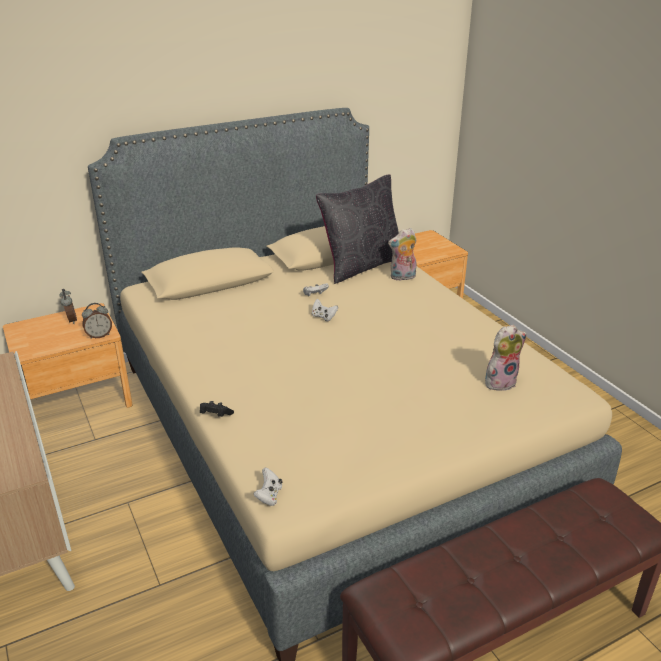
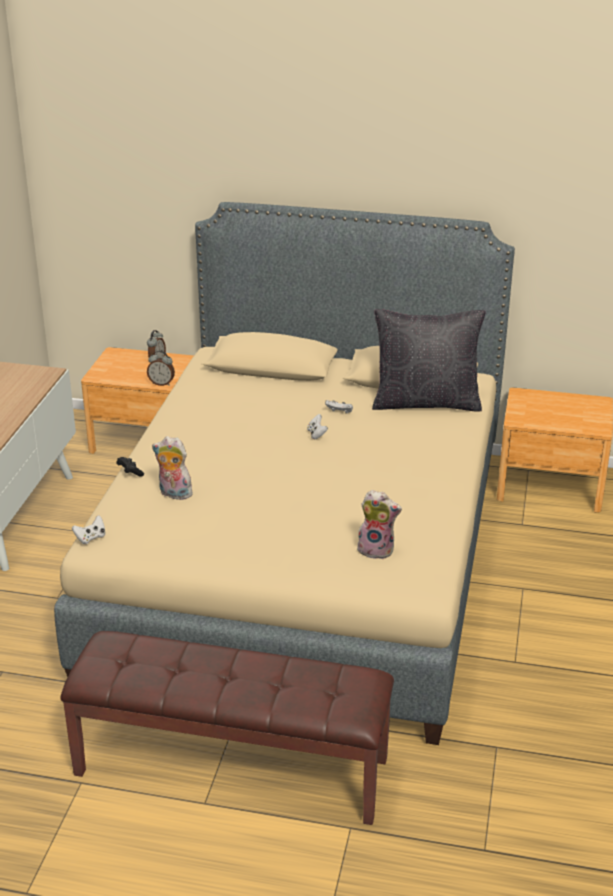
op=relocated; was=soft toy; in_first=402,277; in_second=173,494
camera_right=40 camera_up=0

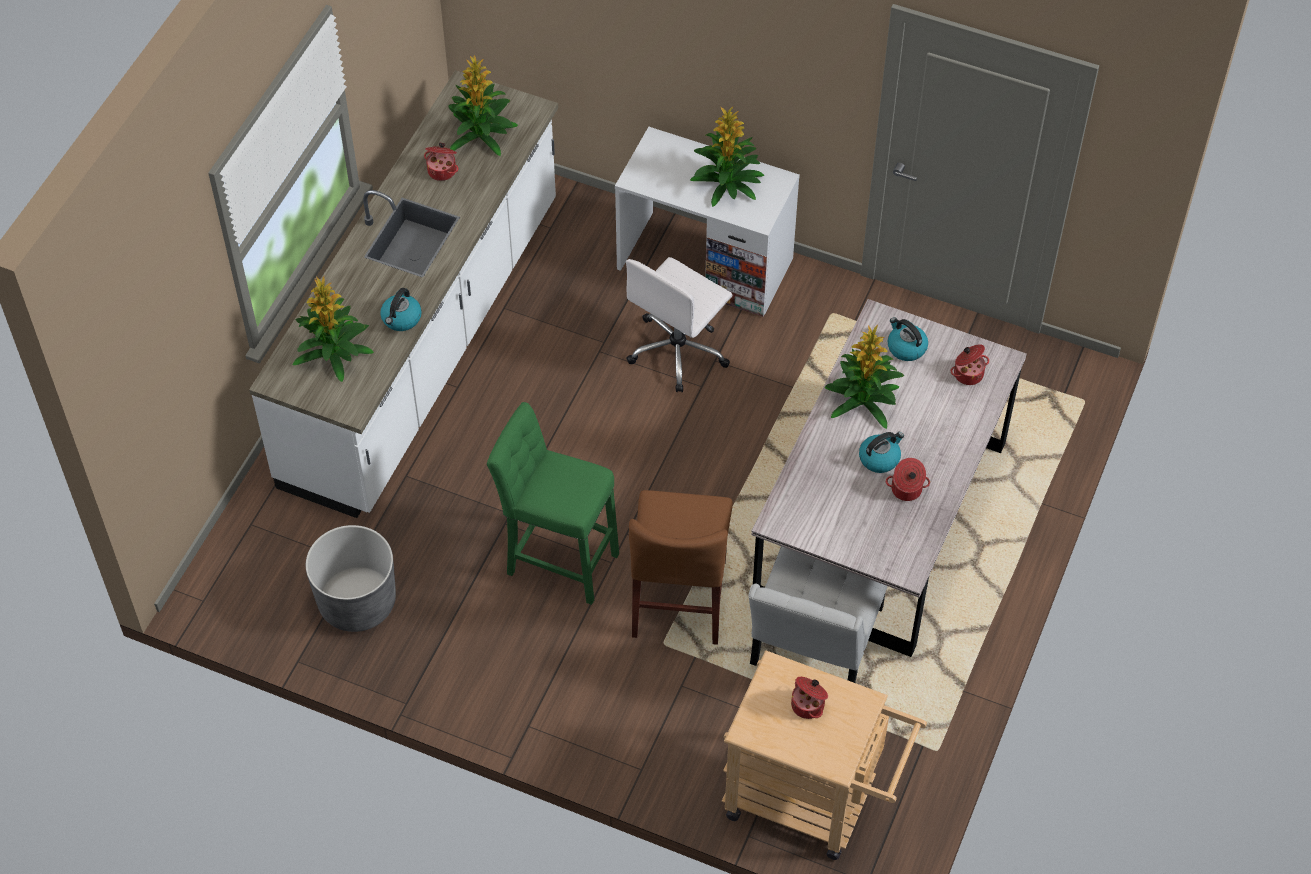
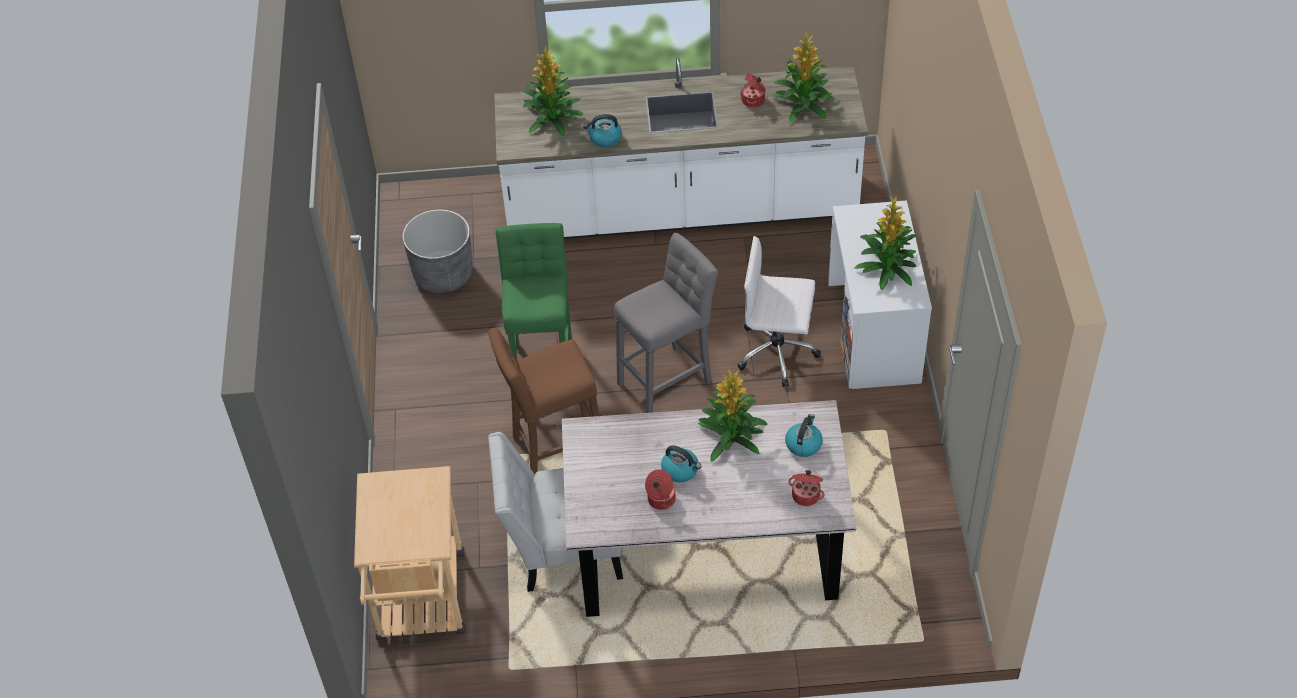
op=exchanged; was=plain chair/brownish; now=stool seat/brownish; in_first=679,598; in_second=553,448
op=appeared; now=stool seat/grey; in_second=668,379
op=missing; was=cooking pot; in_first=808,704
camera_right=65 camera_up=-5

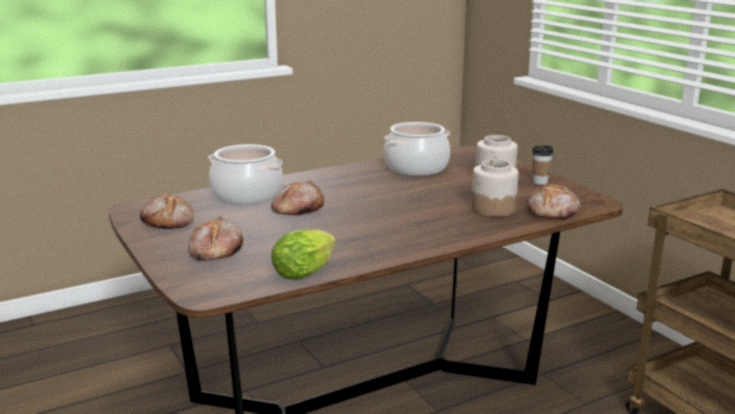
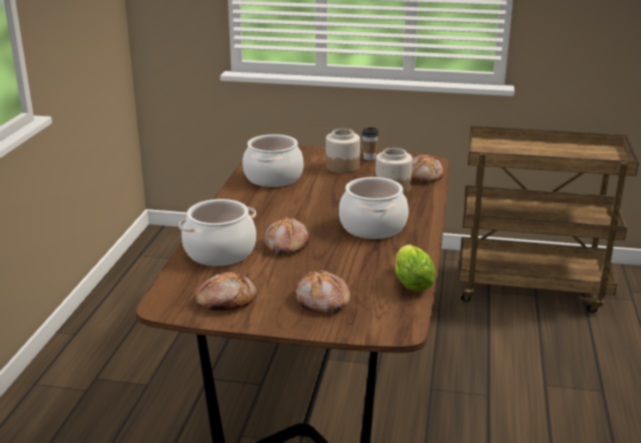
op=appeared; now=cooking pot; in_second=373,227
camera_right=-50 camera_up=5

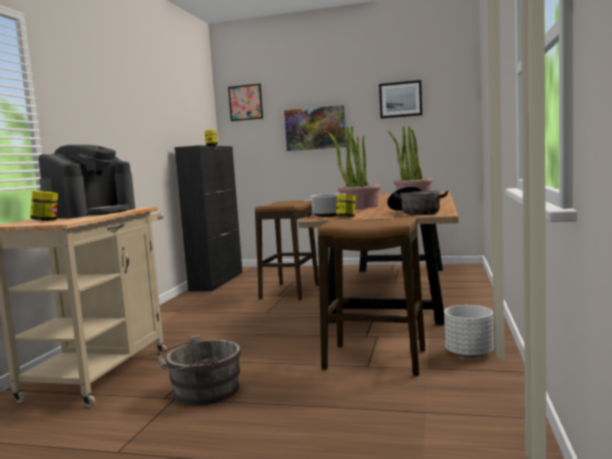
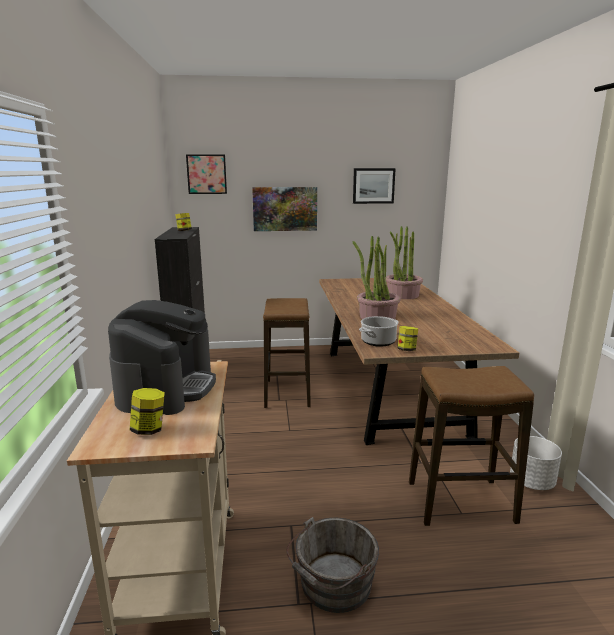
op=missing; was=cooking pot; in_first=415,212
camera_right=-20 camera_up=10

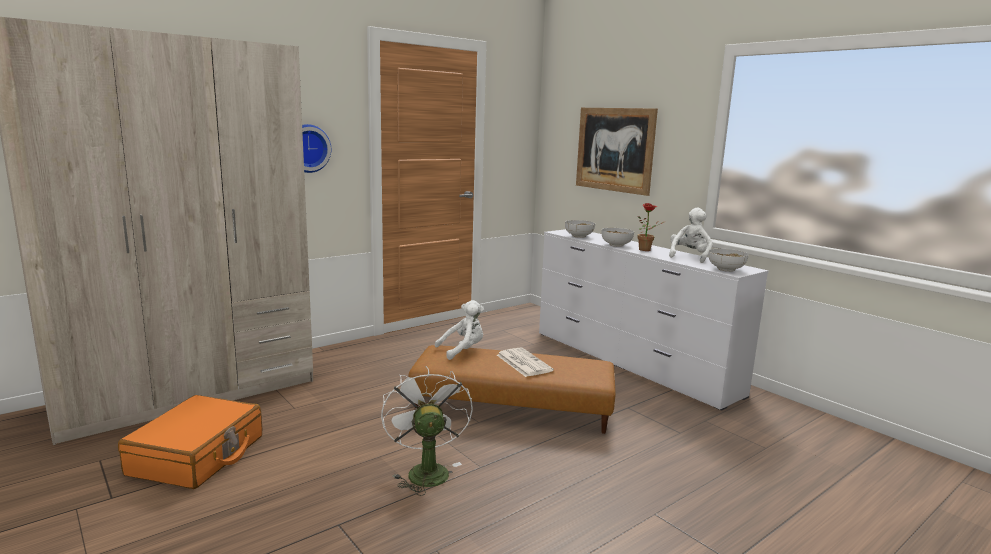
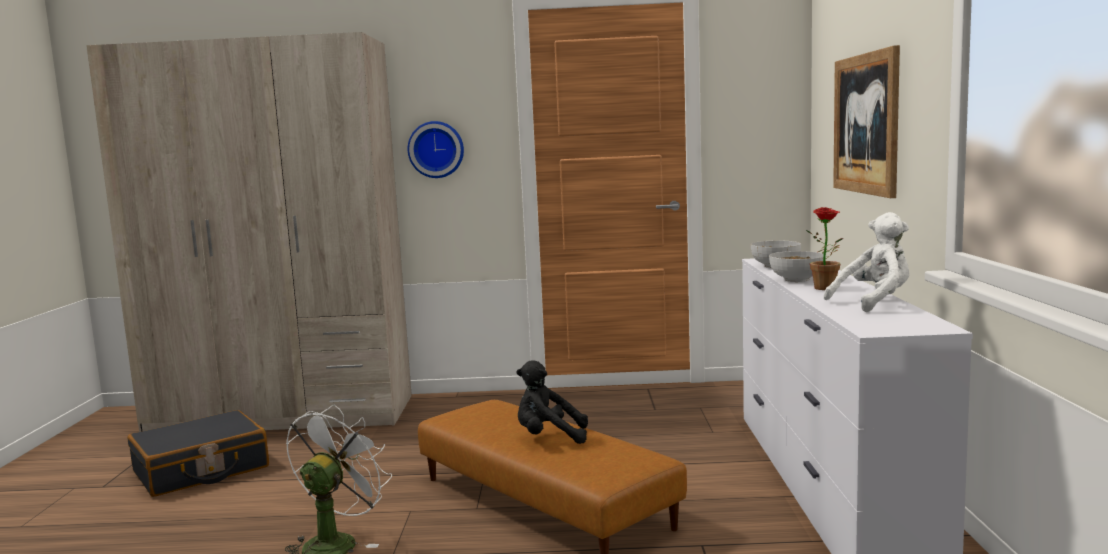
op=colour; was=piece of luggage/orange; now=piece of luggage/blackish; in_first=197,456; in_second=201,470
op=exchanged; was=newspaper; now=soft toy/blackish; in_first=523,363; in_second=549,437
op=missing; was=soft toy/white; in_first=463,350
op=missing; was=bowl; in_first=726,269
camera_right=40 camera_up=-5

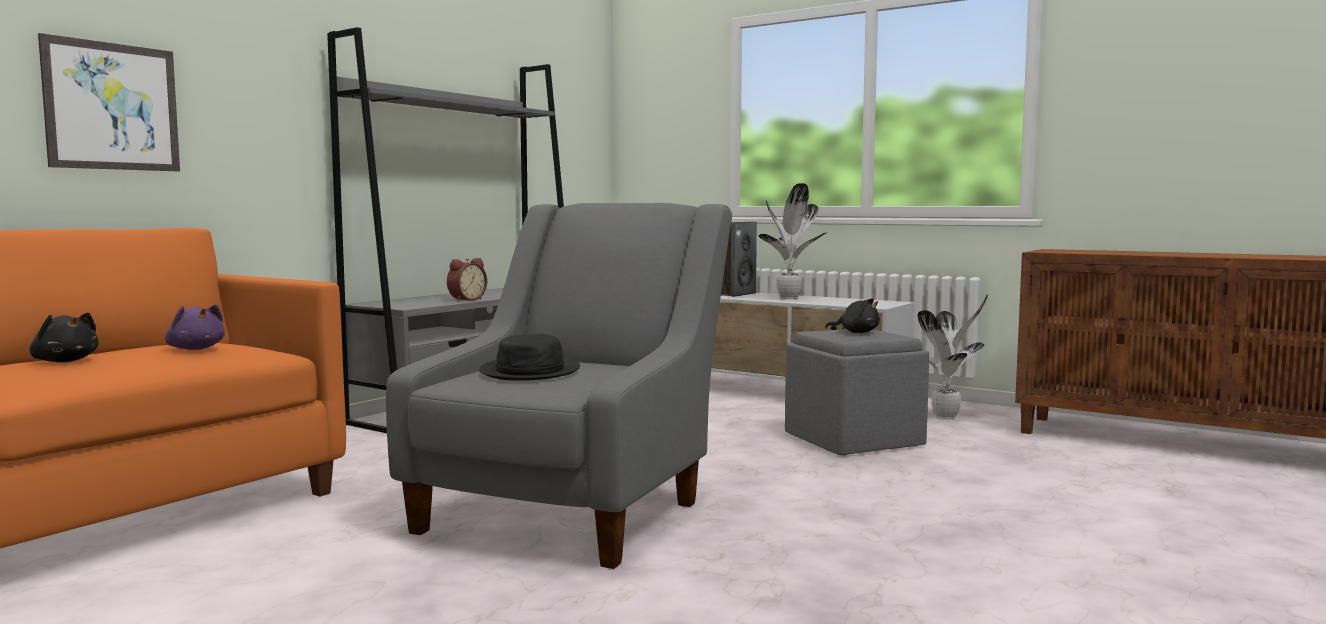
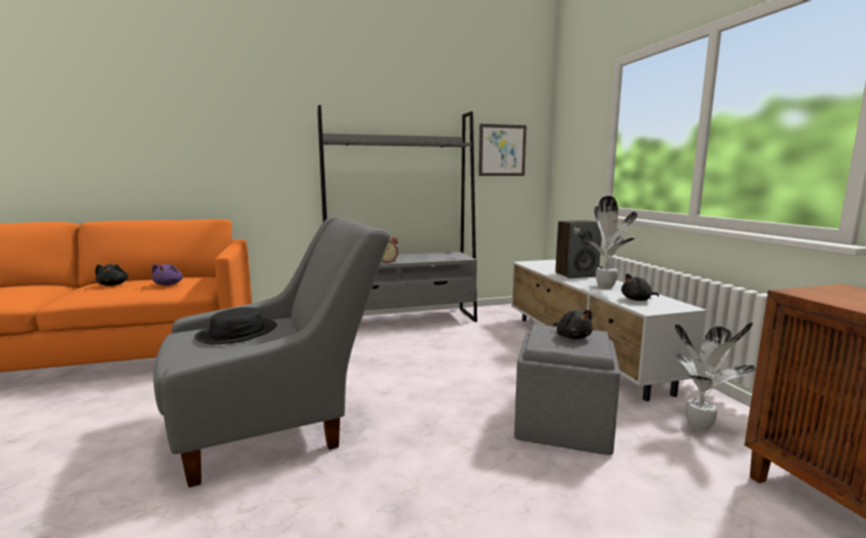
op=relocated; was=picture; in_first=112,106; in_second=502,150
op=appeared; now=soft toy/blackish; in_second=637,300
camera_right=40 camera_up=5

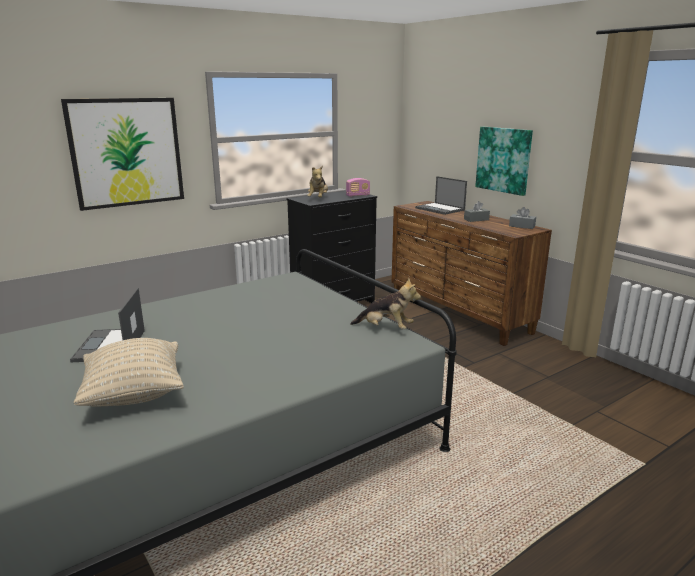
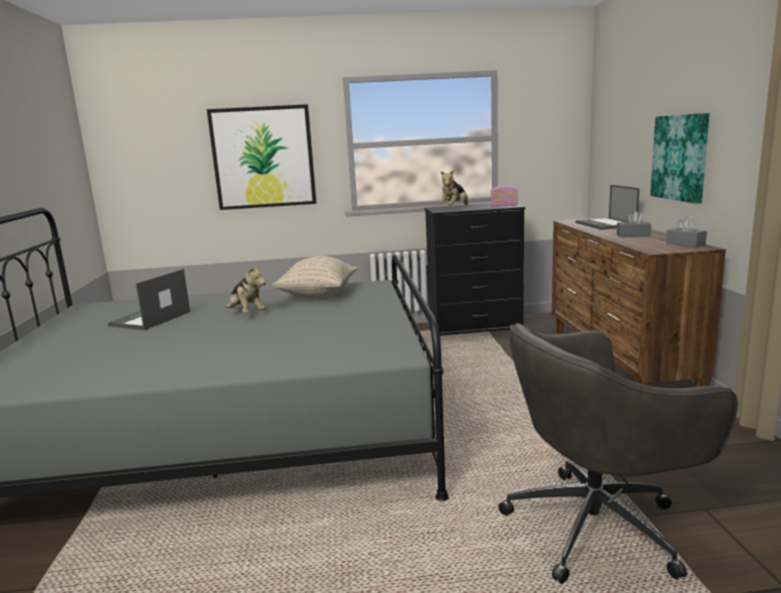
op=relocated; was=soft toy; in_first=385,328; in_second=246,313
op=relocated; was=pillow/beige-coloured; in_first=134,394; in_second=318,295
op=appeared; now=computer chair/grey; in_second=598,525
camera_right=30 camera_up=-5

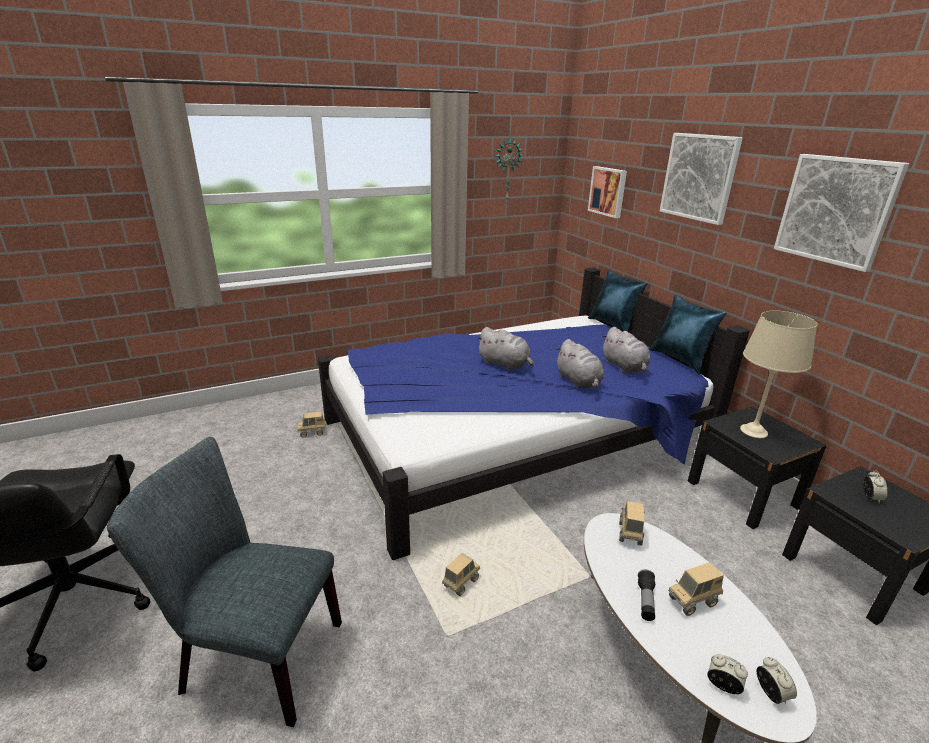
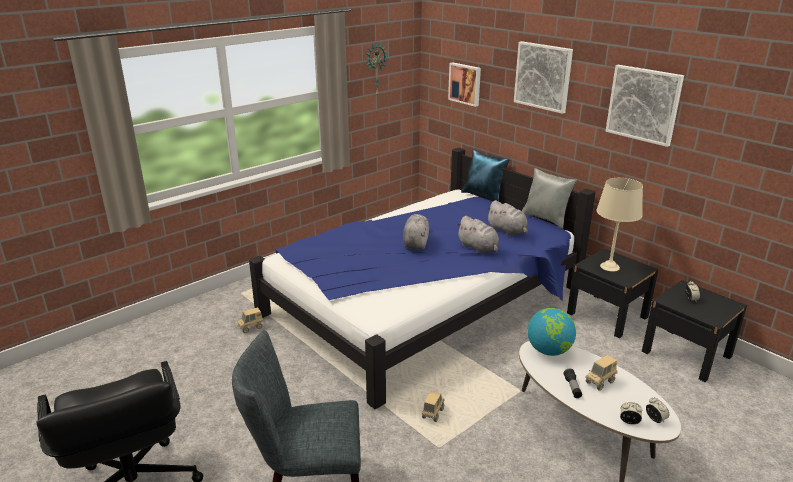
op=spun; was=soft toy/grey; in_first=505,364; in_second=415,243; clockwise=-105
op=colour; was=pillow/blue; now=pillow/grey; in_first=680,359; in_second=546,219
op=exchanged; was=model truck; now=desk globe; in_first=630,533; in_second=549,351
camera_right=-15 camera_up=0

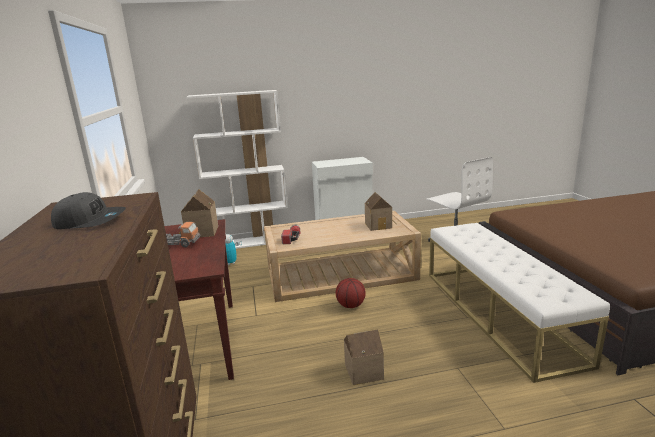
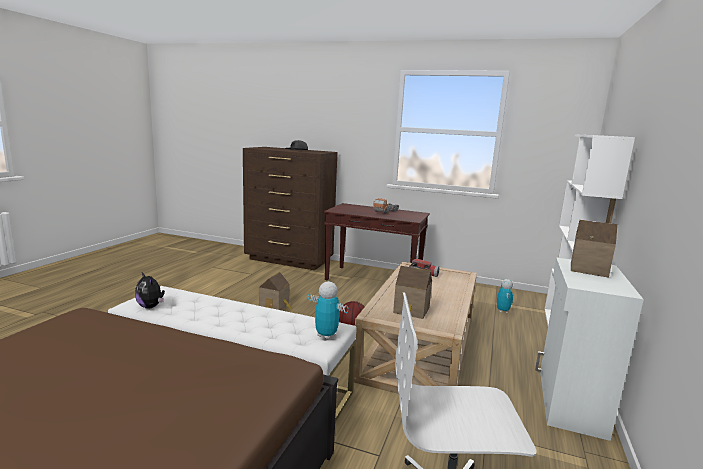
op=appeared; now=soft toy; in_second=151,307
op=appeared; now=model robot; in_second=326,335
op=relocated; was=model house; in_first=200,232; in_second=588,269
camera_right=120 camera_up=-5

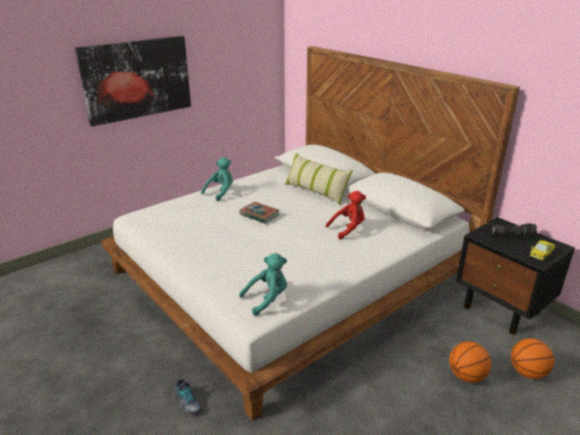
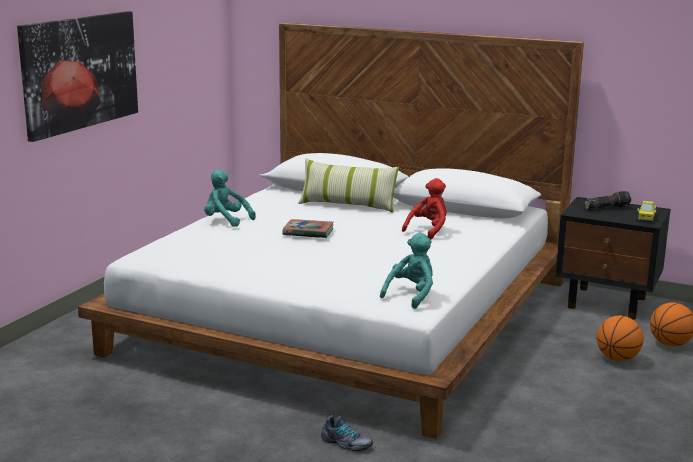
op=spun; was=soft toy/blue-green; in_first=220,192; in_second=226,220; clockwise=-75
camera_right=-25 camera_up=-10

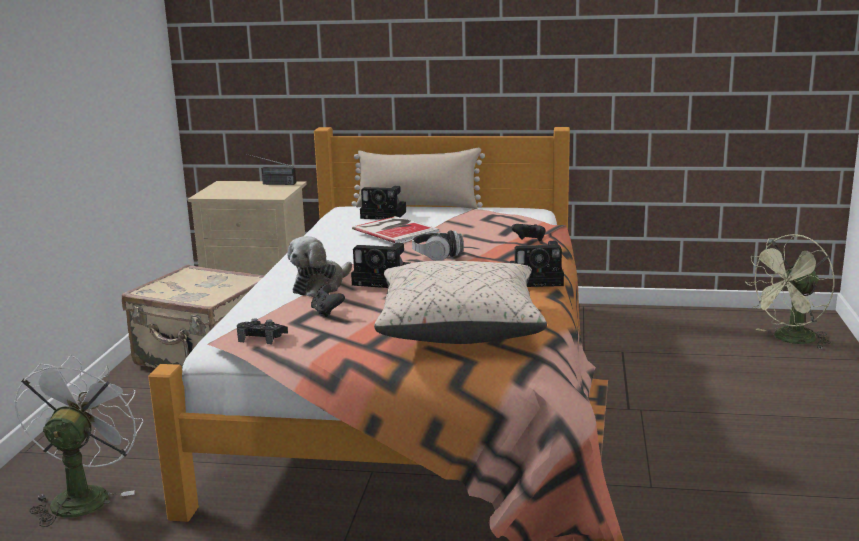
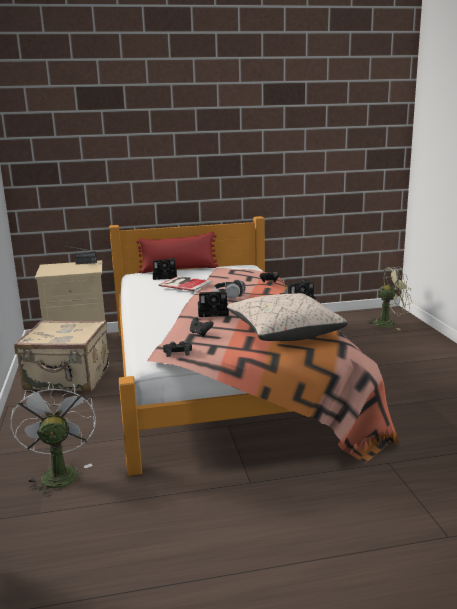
op=colour; was=pillow/beige-coloured; now=pillow/red; in_first=417,206; in_second=179,269
op=spun; was=electric fan/green; in_first=789,340; in_second=389,323; clockwise=-135
op=missing; was=soft toy; in_first=320,286
camera_right=-20 camera_up=0

